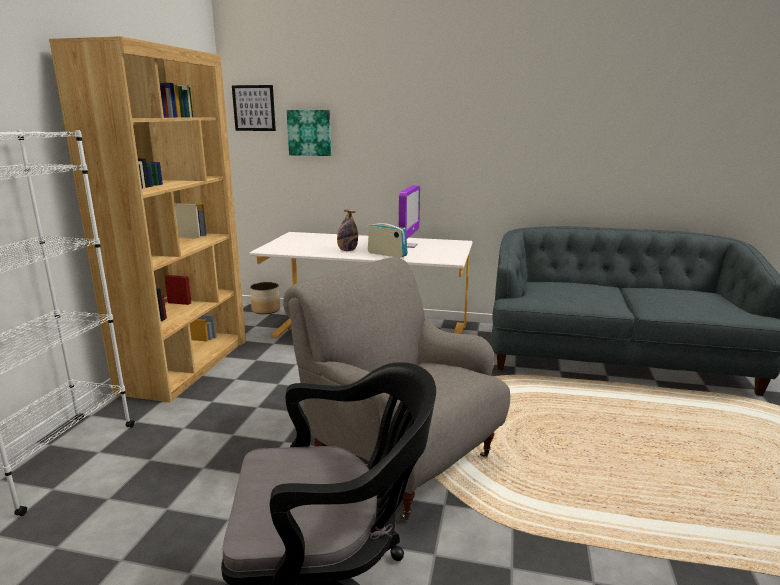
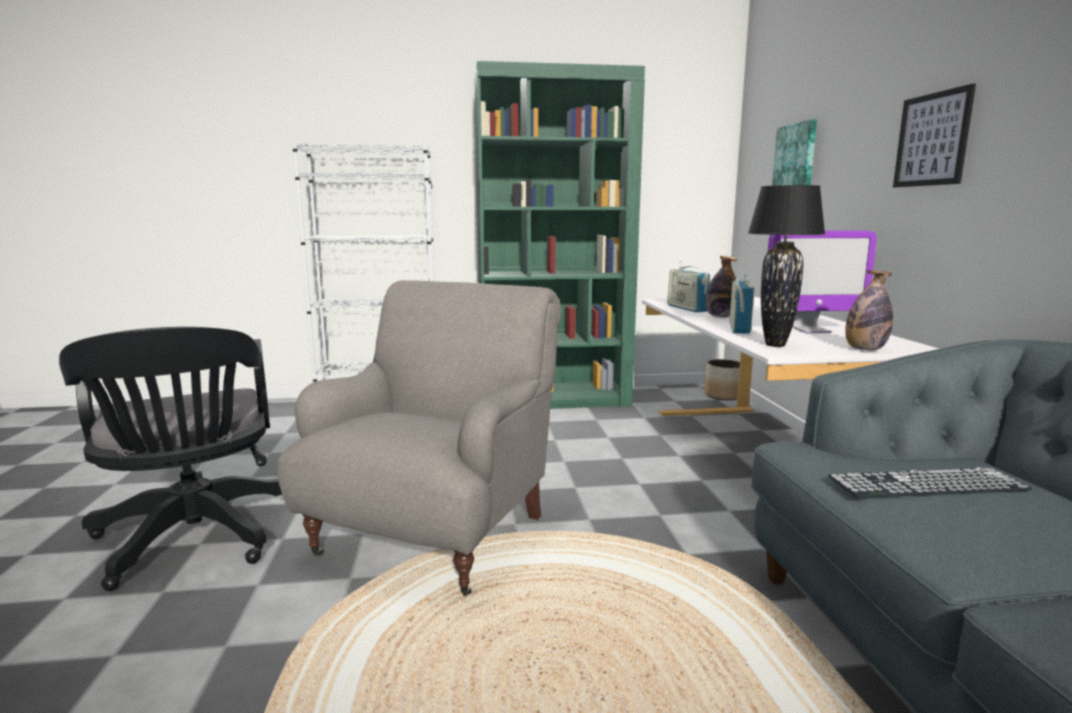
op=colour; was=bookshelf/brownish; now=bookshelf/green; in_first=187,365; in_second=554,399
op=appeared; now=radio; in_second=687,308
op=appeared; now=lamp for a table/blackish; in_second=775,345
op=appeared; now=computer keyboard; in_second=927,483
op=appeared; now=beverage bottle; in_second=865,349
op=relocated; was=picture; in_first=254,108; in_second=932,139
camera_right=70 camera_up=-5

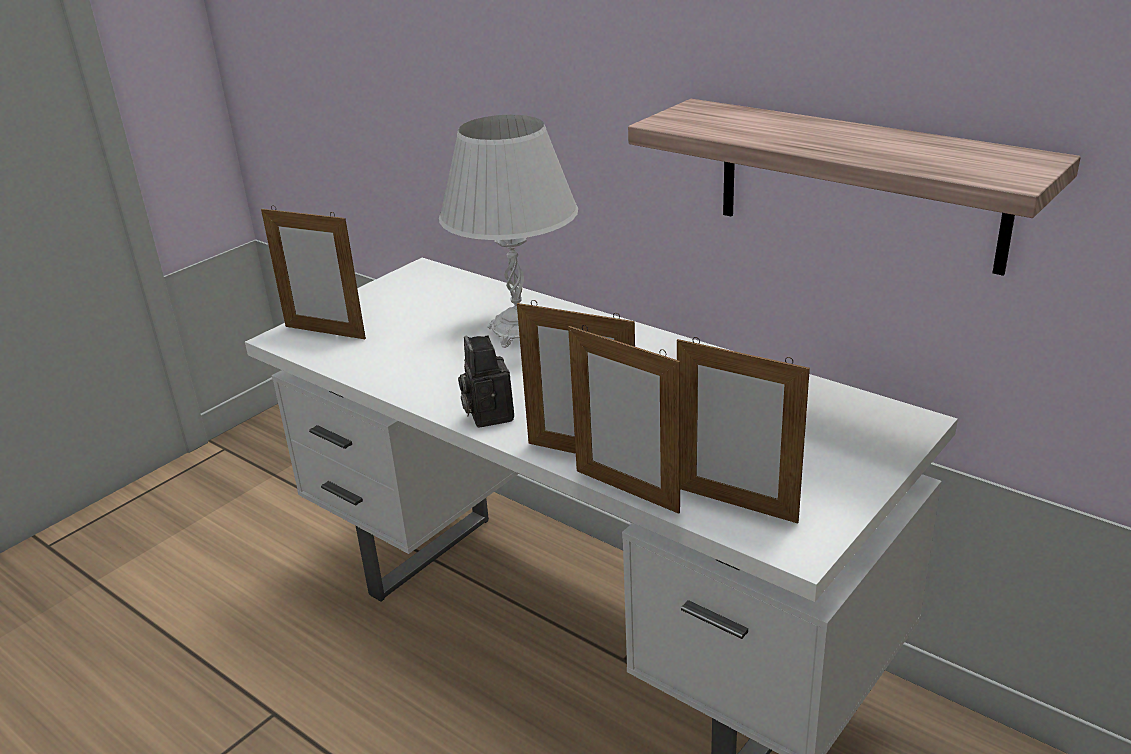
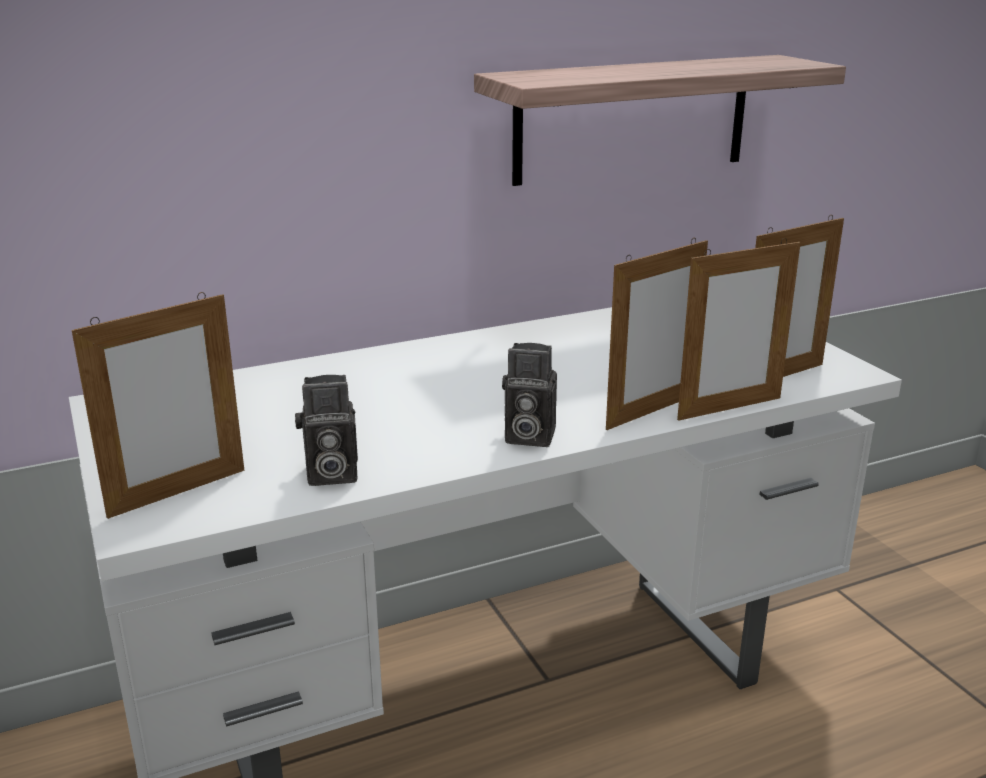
op=appeared; now=still camera; in_second=329,475
op=missing; was=lamp for a table/white; in_first=518,332
camera_right=-65 camera_up=-5

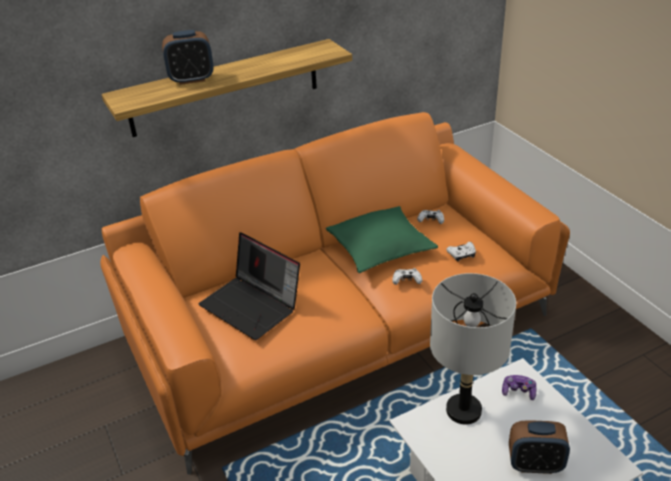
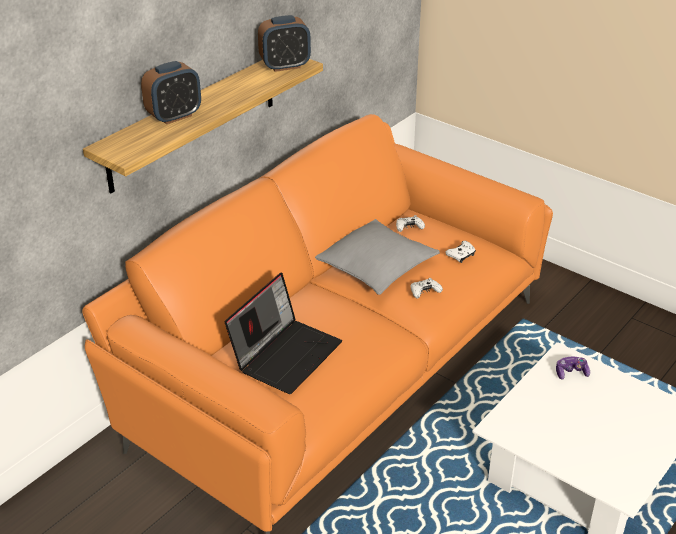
op=spun; was=portable computer; in_first=253,305; in_second=286,354; clockwise=-75
op=relocated; was=bedside clock; in_first=535,464; in_second=285,66
op=colour; was=pillow/green; now=pillow/grey; in_first=379,247; in_second=375,266
op=missing; was=lamp for a table/grey; in_first=463,411
camera_right=-25 camera_up=0

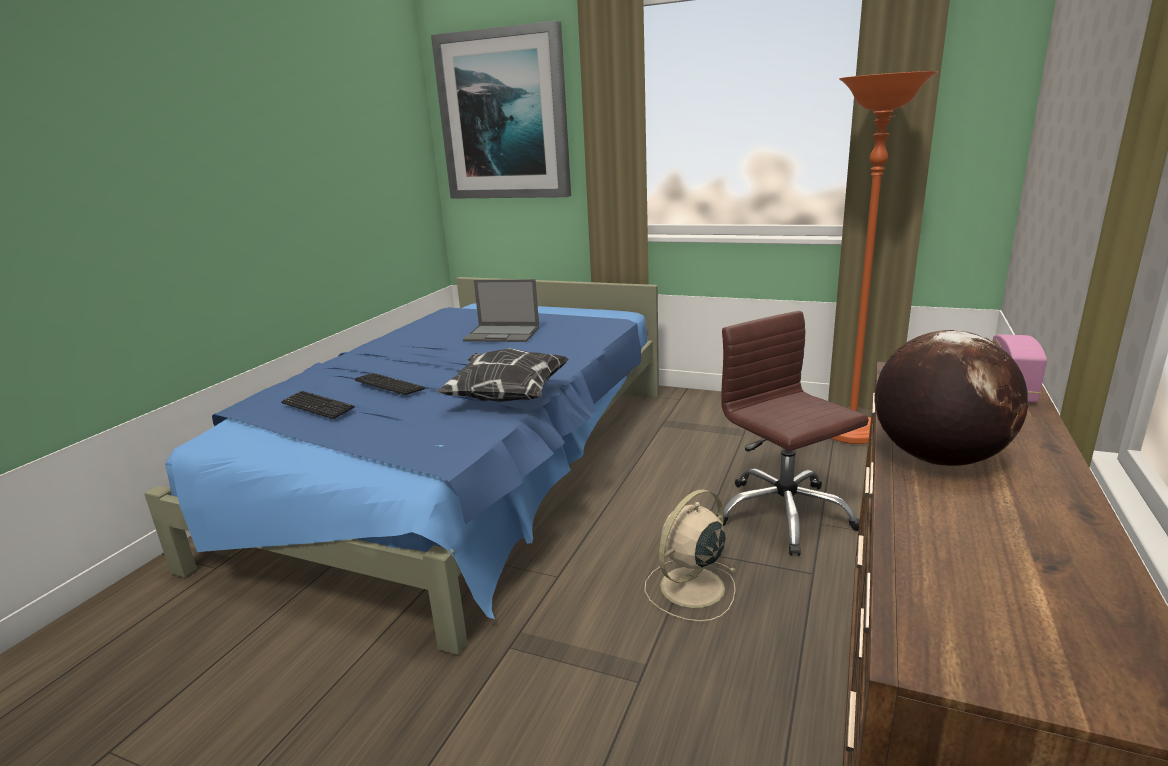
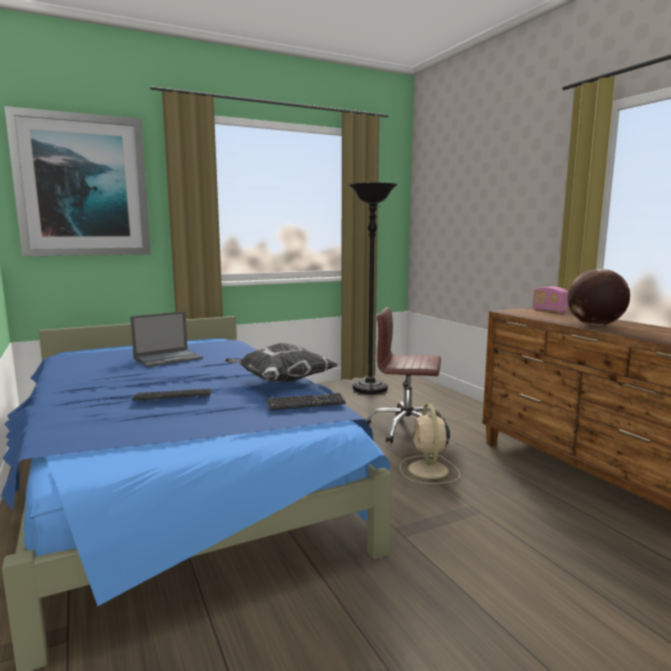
op=relocated; was=computer keyboard; in_first=317,406; in_second=306,403
op=colour; was=standard lamp/orange; now=standard lamp/blackish; in_first=851,432; in_second=370,389
camera_right=-50 camera_up=-10

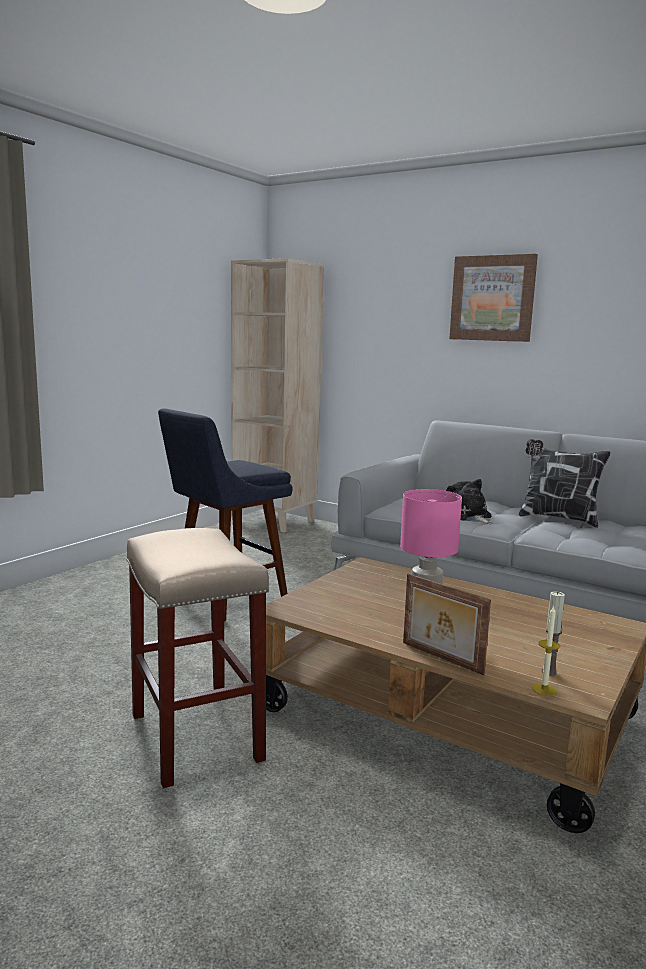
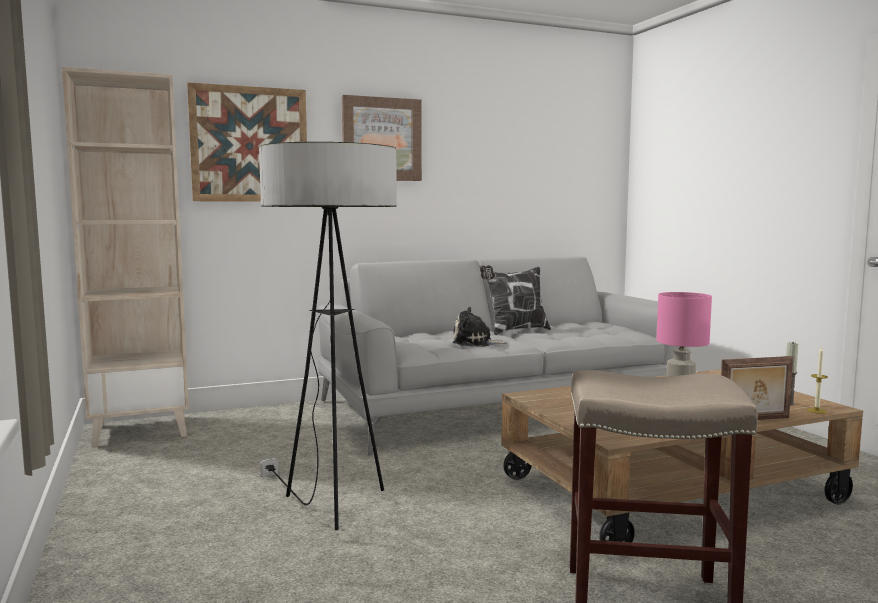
op=appeared; now=picture; in_second=249,144
op=exchanged; was=stool seat/blue; now=standard lamp; in_first=224,600; in_second=332,511
camera_right=-55 camera_up=-5

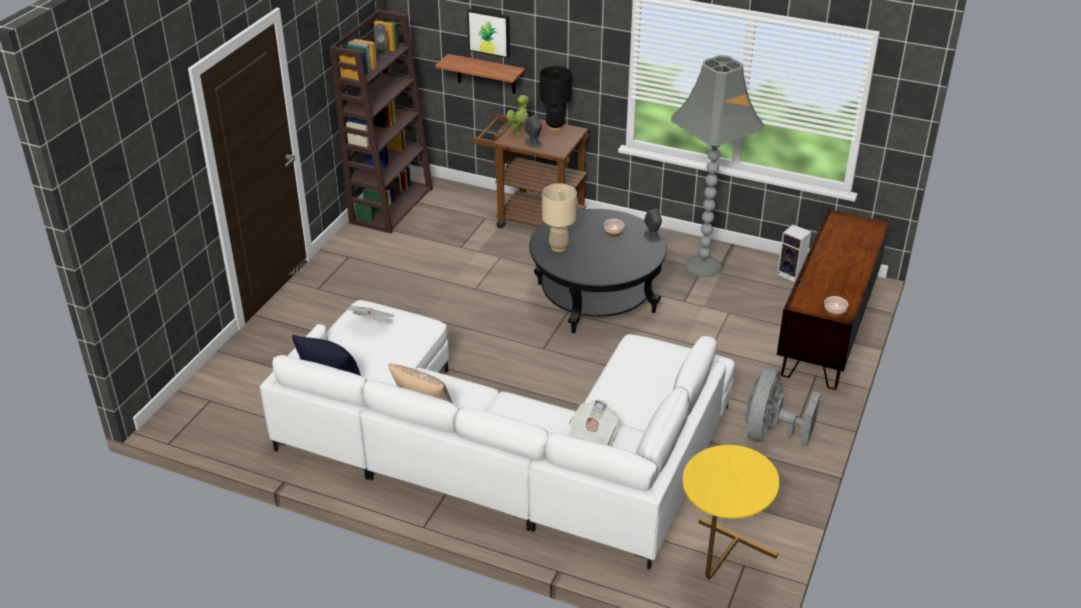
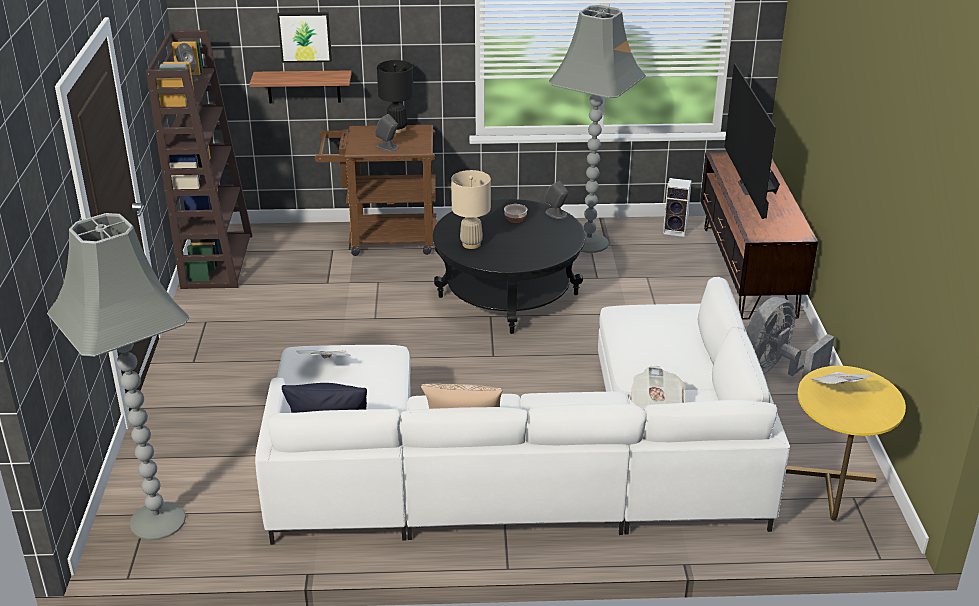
op=appeared; now=standard lamp/grey; in_second=156,521
op=appeared; now=television; in_second=751,188
op=spun; was=electric fan/grey; in_first=770,433; in_second=774,371; clockwise=45
op=appeared; now=newspaper; in_second=839,391
op=missing; was=potted plant; in_first=518,132
op=missing; was=bowl; in_first=835,312
camera_right=-25 camera_up=-5

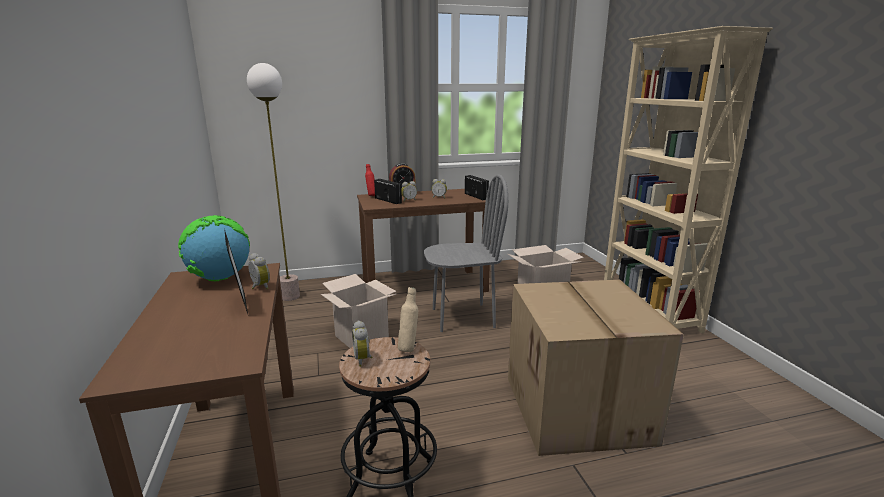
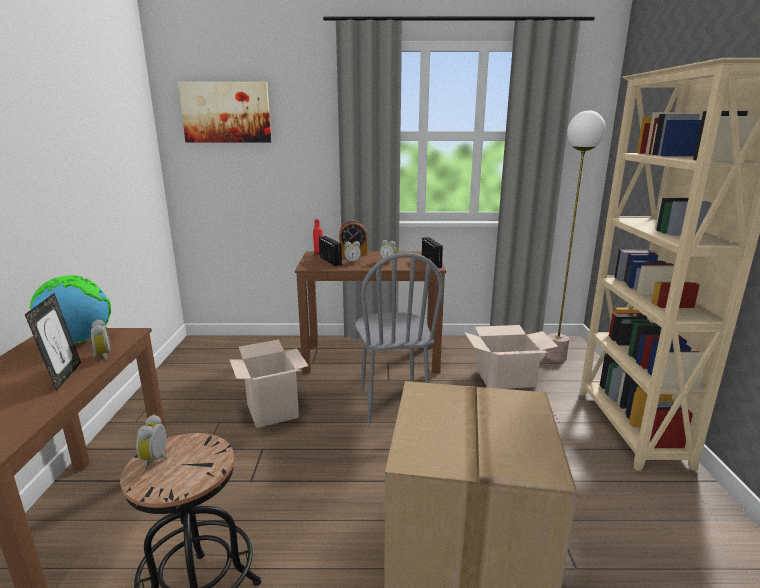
op=appeared; now=picture; in_second=226,112
op=spun; was=plain chair/grey; in_first=462,317; in_second=393,402; clockwise=75
op=relocated; was=standard lamp; in_first=290,296; in_second=556,357
op=missing; was=beverage bottle/beige-coloured; in_first=408,348
camera_right=15 camera_up=0

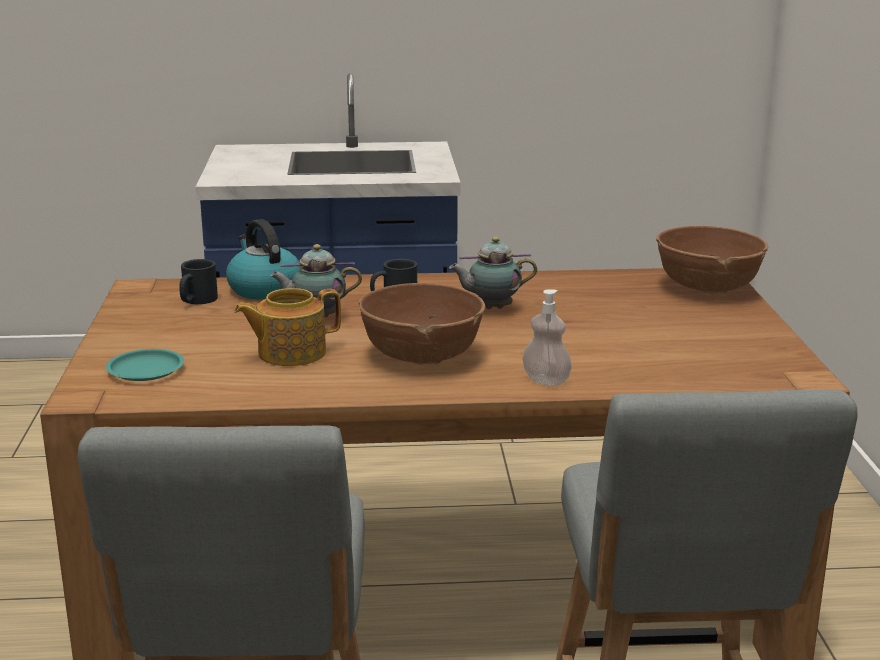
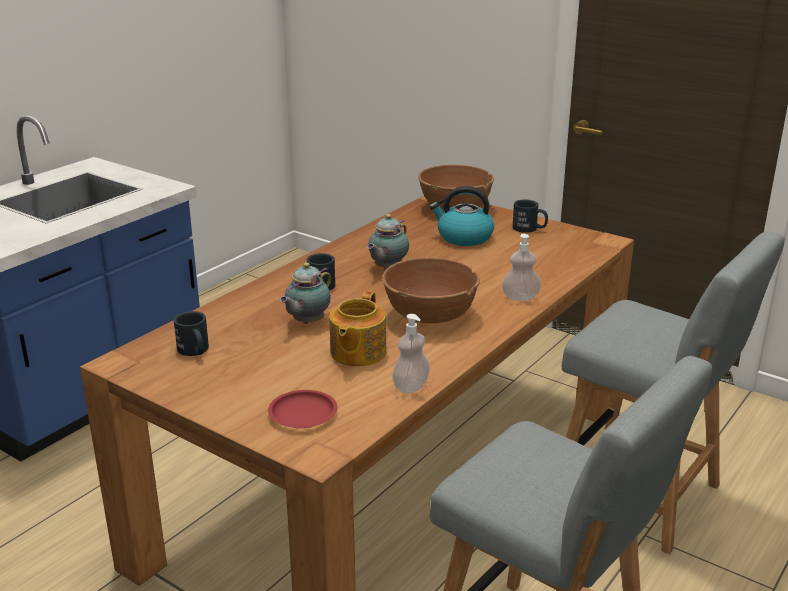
op=colour; was=dinner plate/blue-green; now=dinner plate/red; in_first=145,370; in_second=303,414
op=appeared; now=soap bottle; in_second=411,386
op=relocated; was=kettle; in_first=264,289; in_second=463,237
op=appeared; now=coffee mug/blackish; in_second=529,229
camera_right=-50 camera_up=5

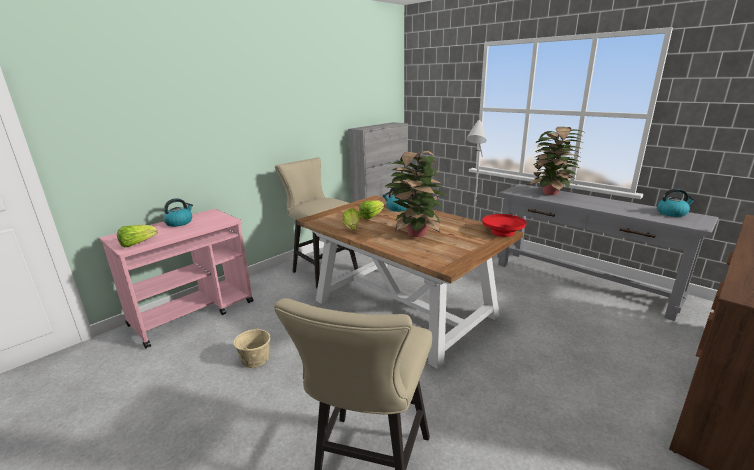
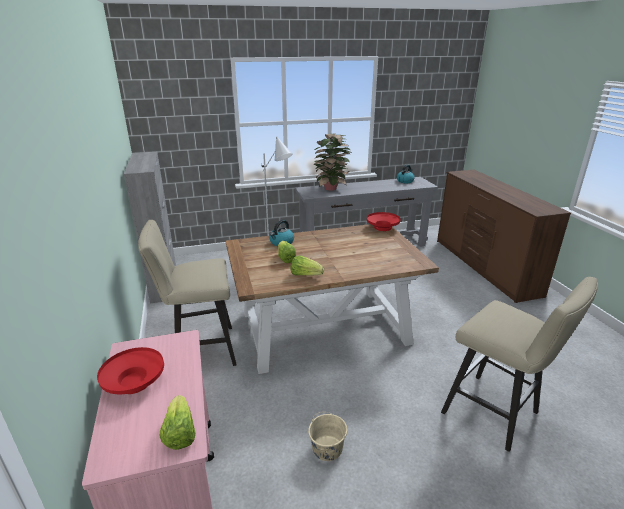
op=exchanged; was=kettle; now=bowl/red; in_first=179,222; in_second=134,382
op=missing; was=potted plant; in_first=415,234
camera_right=-60 camera_up=5

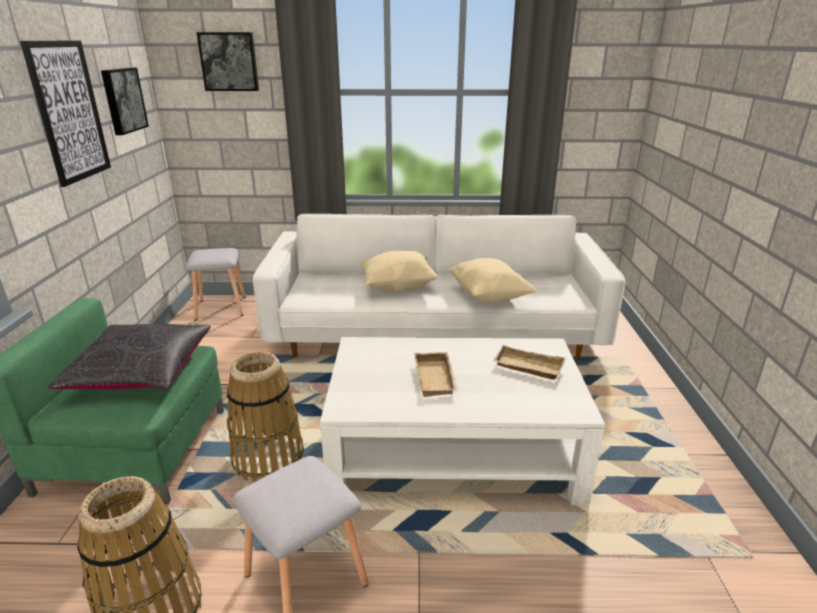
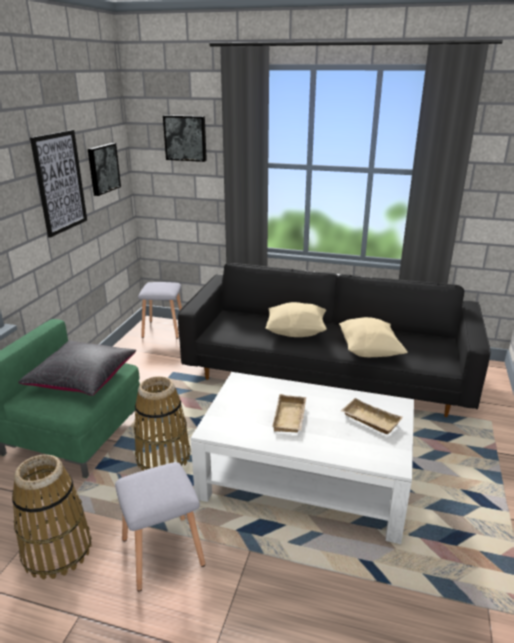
op=colour; was=settee/white; now=settee/blackish; in_first=434,332; in_second=327,374
camera_right=15 camera_up=0

